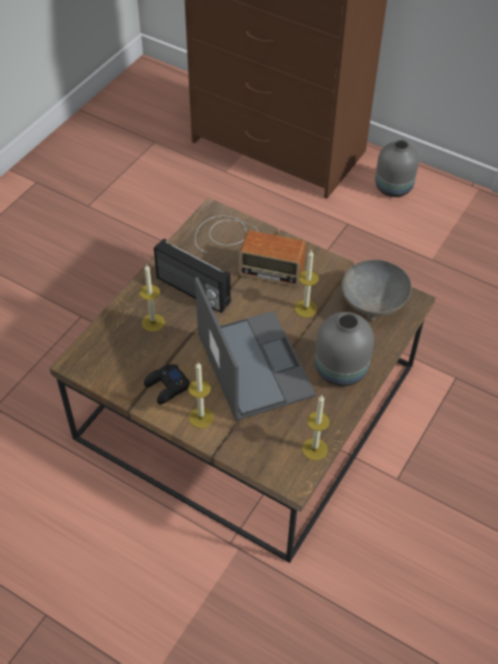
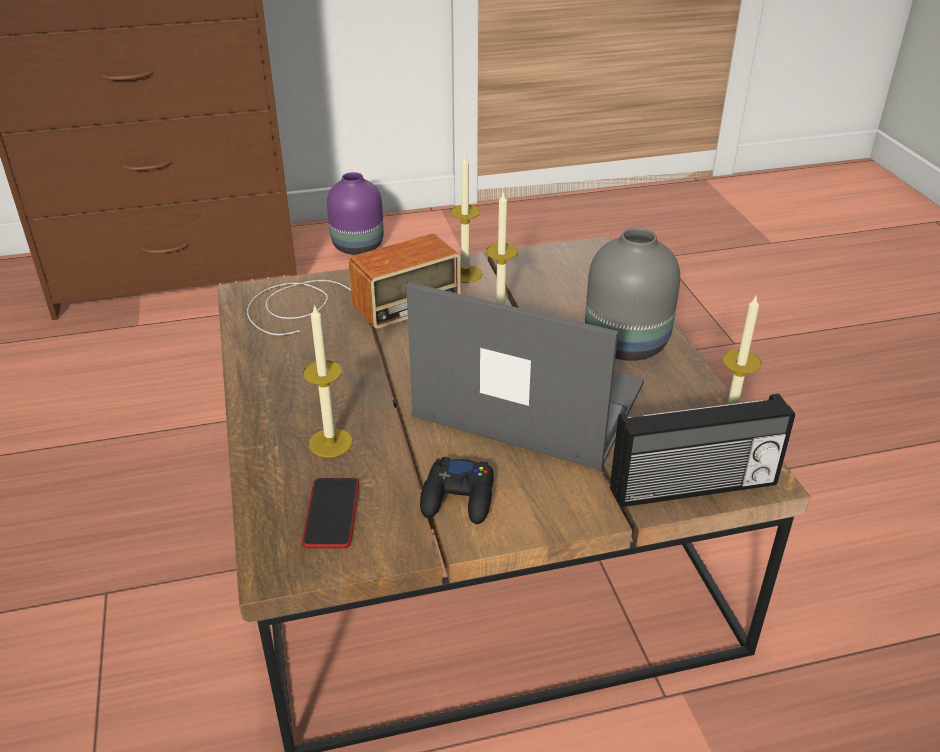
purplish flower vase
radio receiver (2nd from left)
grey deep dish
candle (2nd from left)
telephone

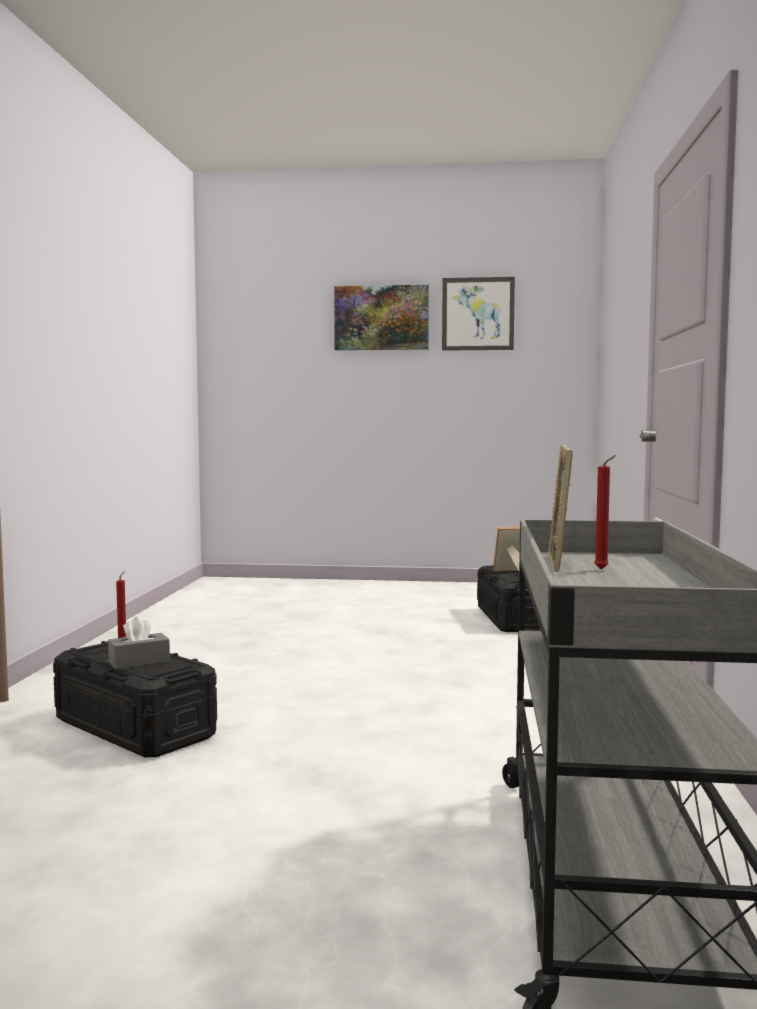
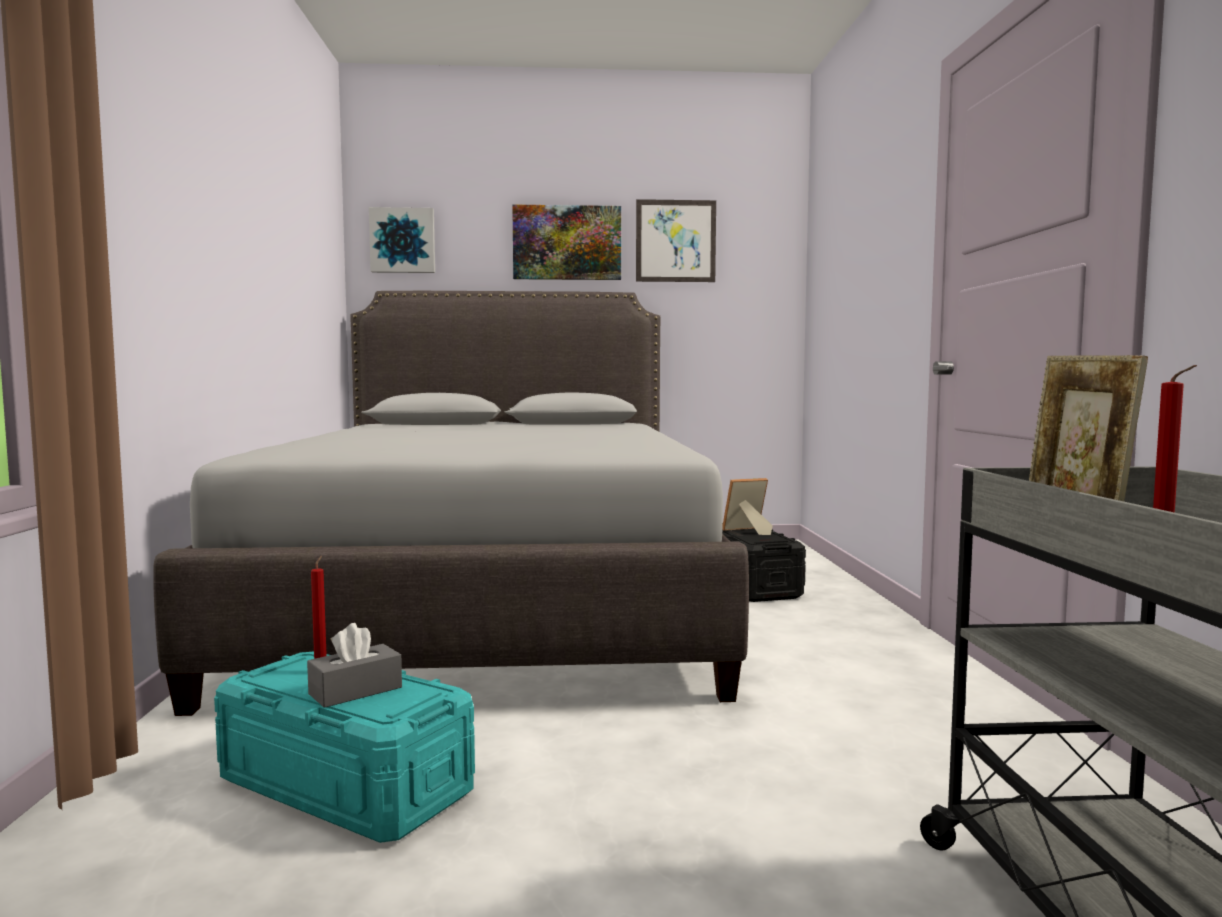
blue-green storage box
picture (1st from left)
grey sleeping bed

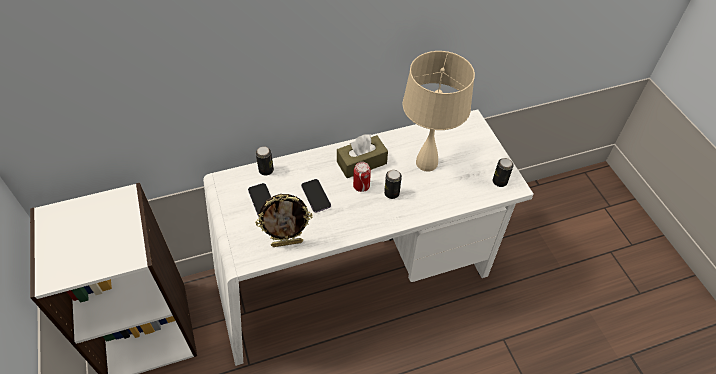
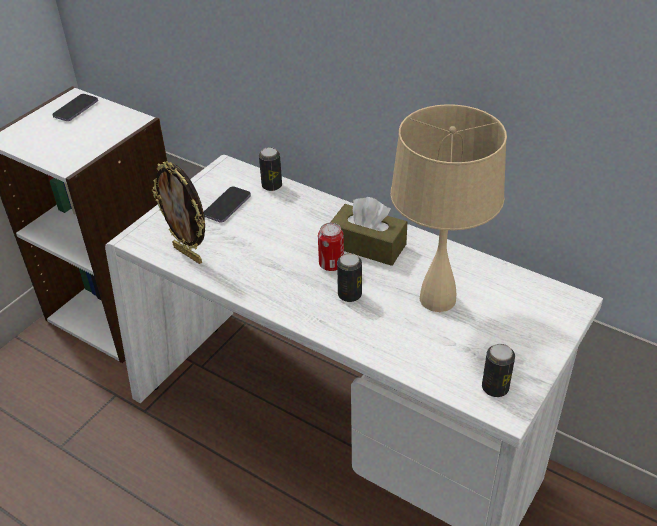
telephone (1st from left)

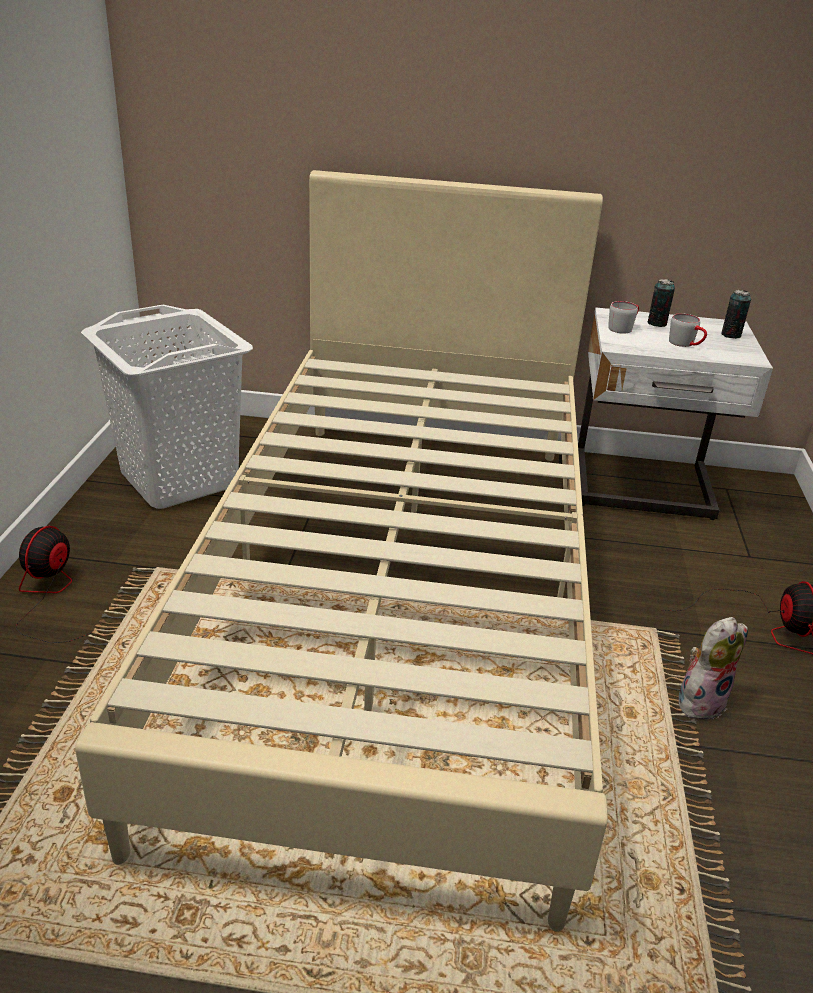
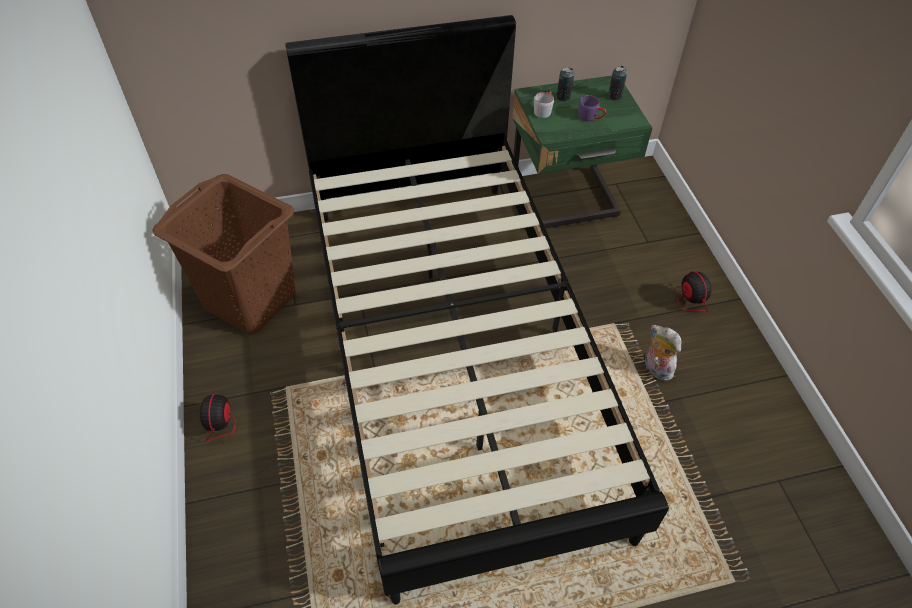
blackish sleeping bed
brown hamper
greenish bedside table
purplish tea mug
plush toy

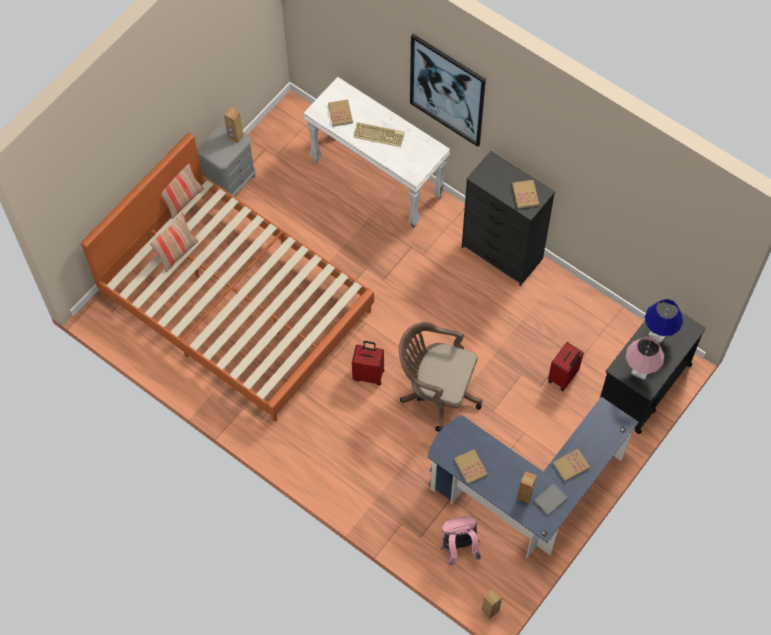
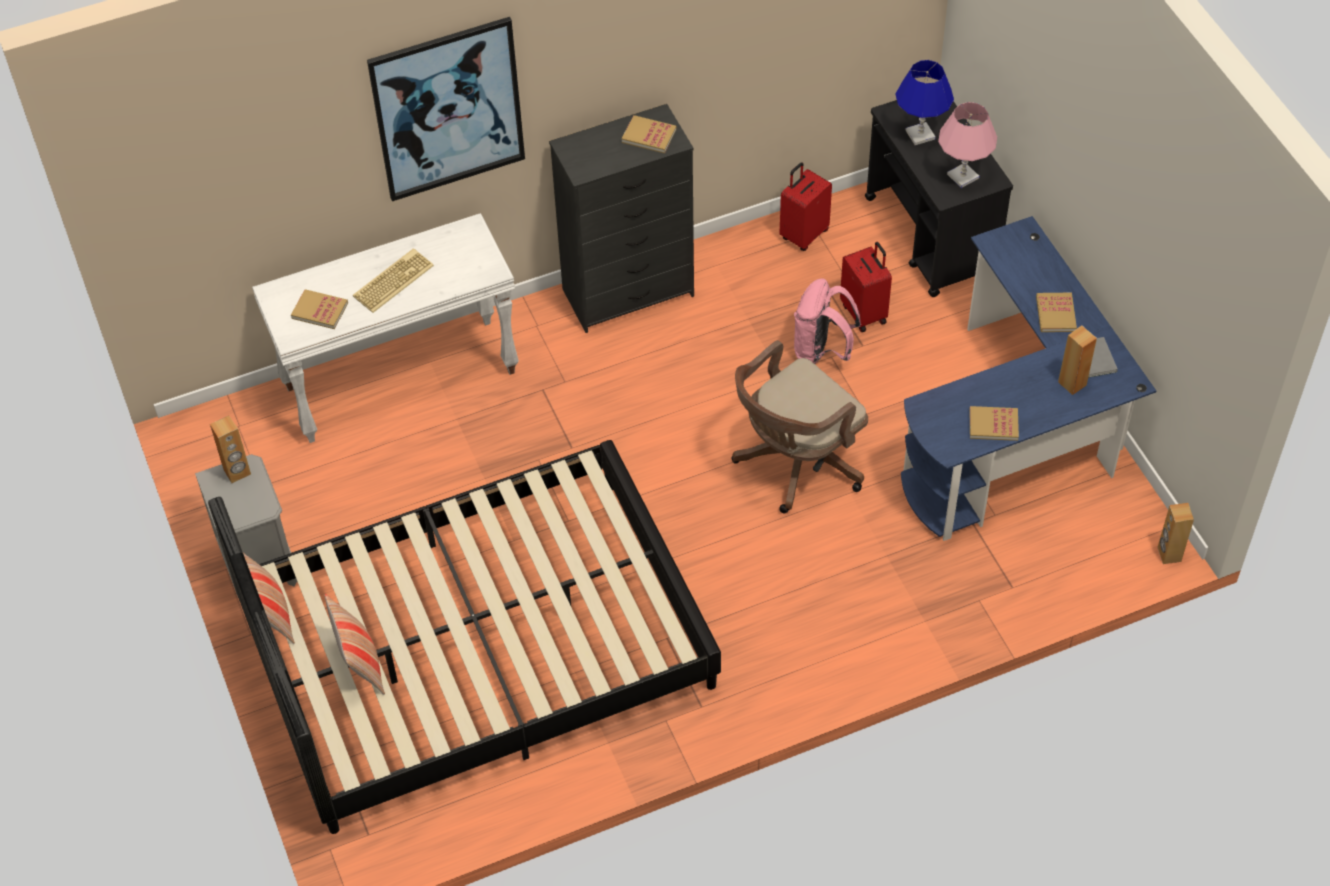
blackish sleeping bed
red travel case (1st from left)
pink knapsack

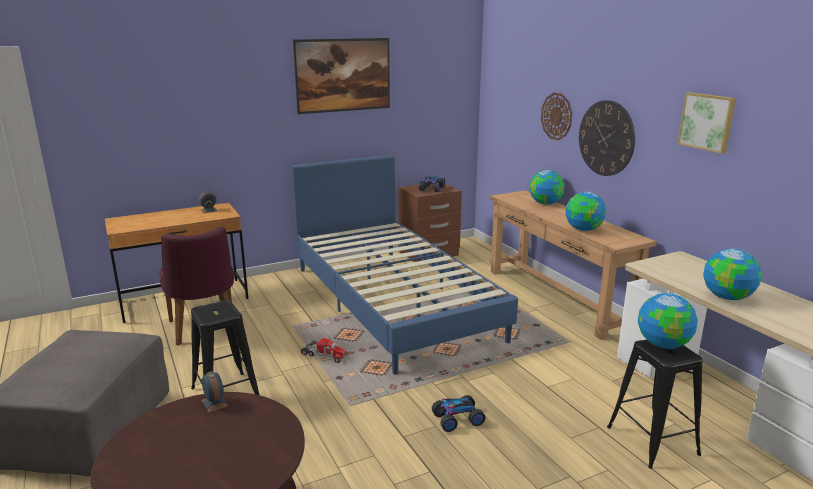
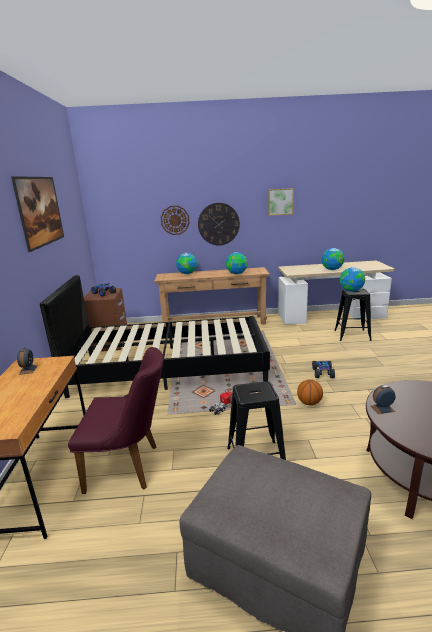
blackish sleeping bed
basketball

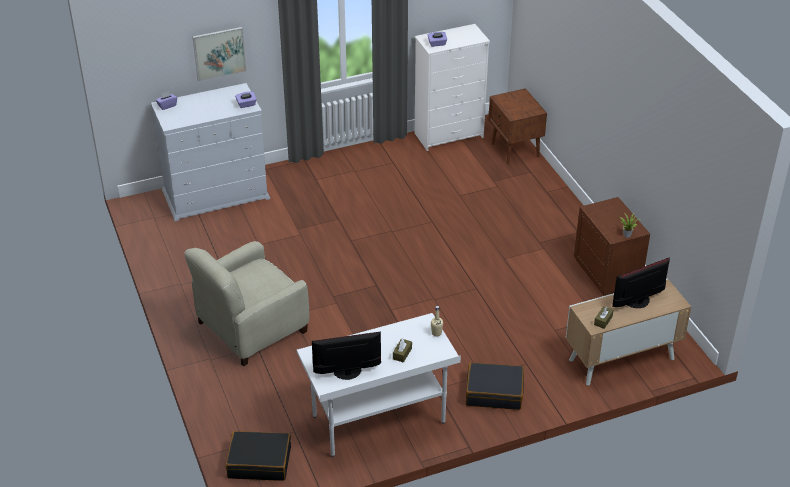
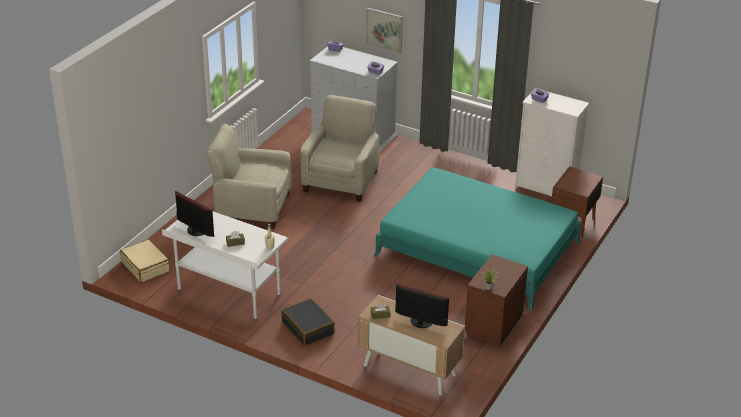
sand-coloured travel case
sand-coloured easy chair (2nd from left)
blue-green sleeping bed

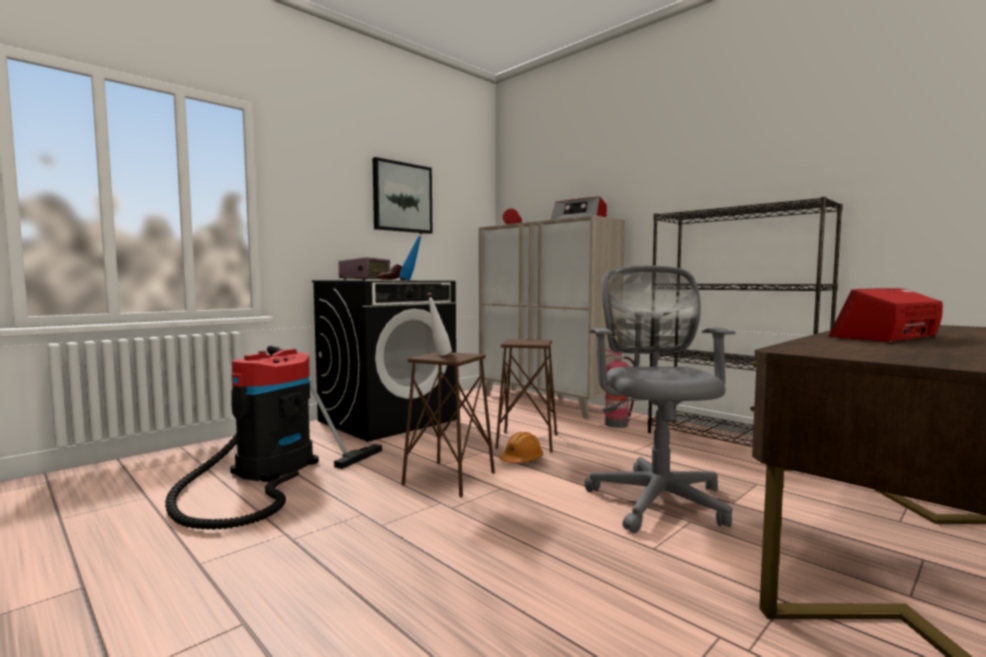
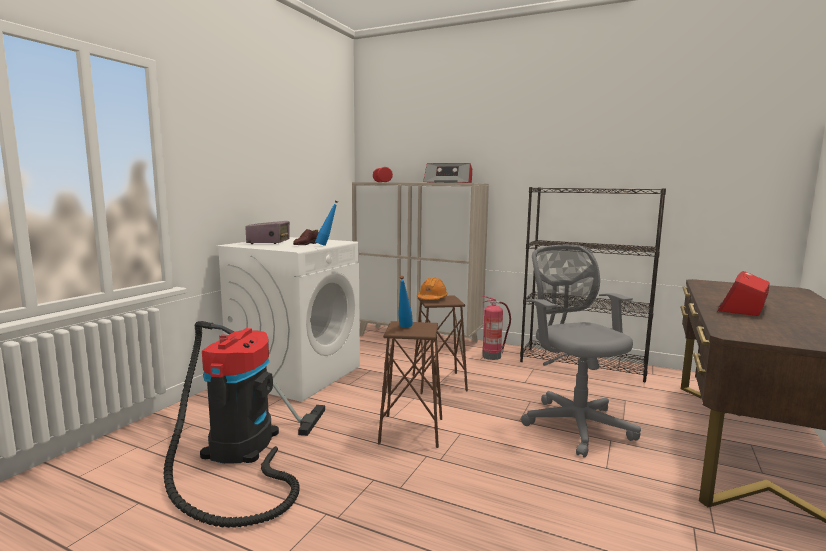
picture
whitish washing machine
bluish bottle (2nd from left)
orangey work helmet

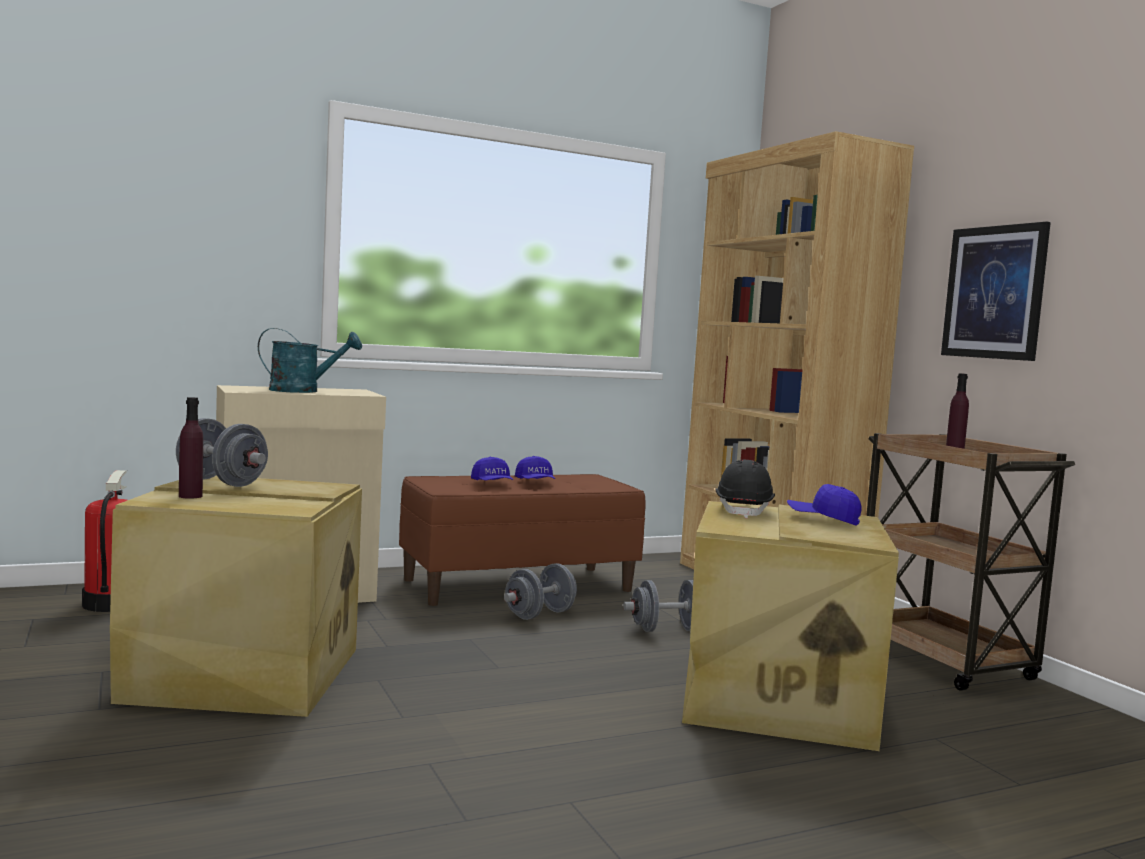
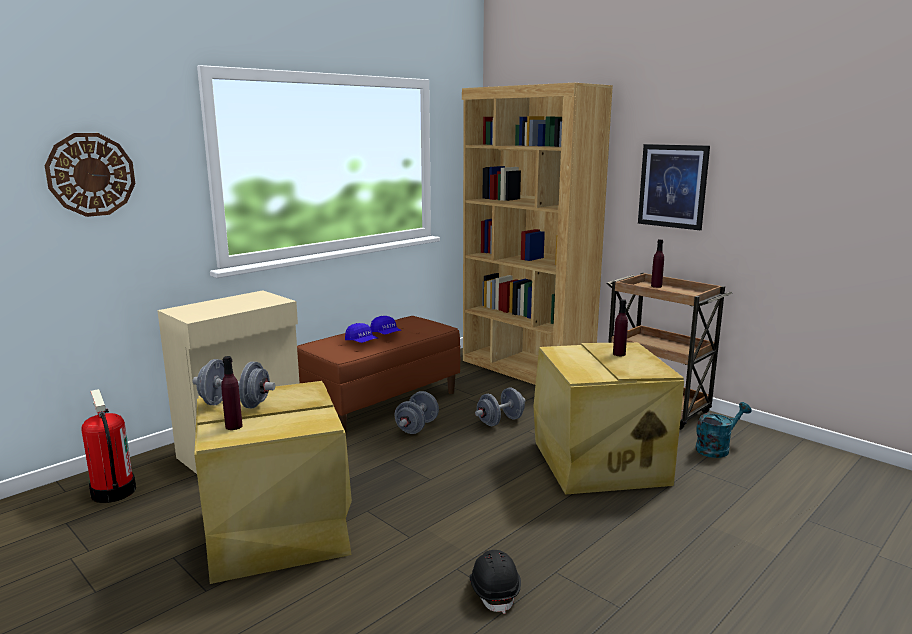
blue-green watering can
blackish work helmet
purplish bottle (2nd from left)
wall clock

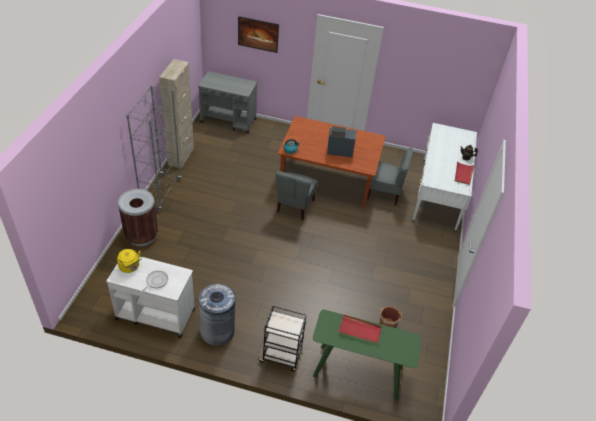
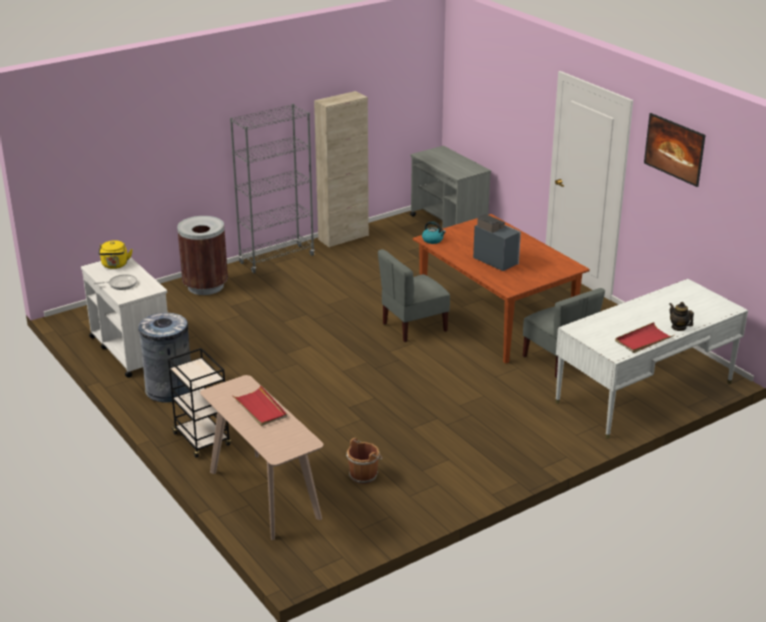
picture
sand-coloured console table

